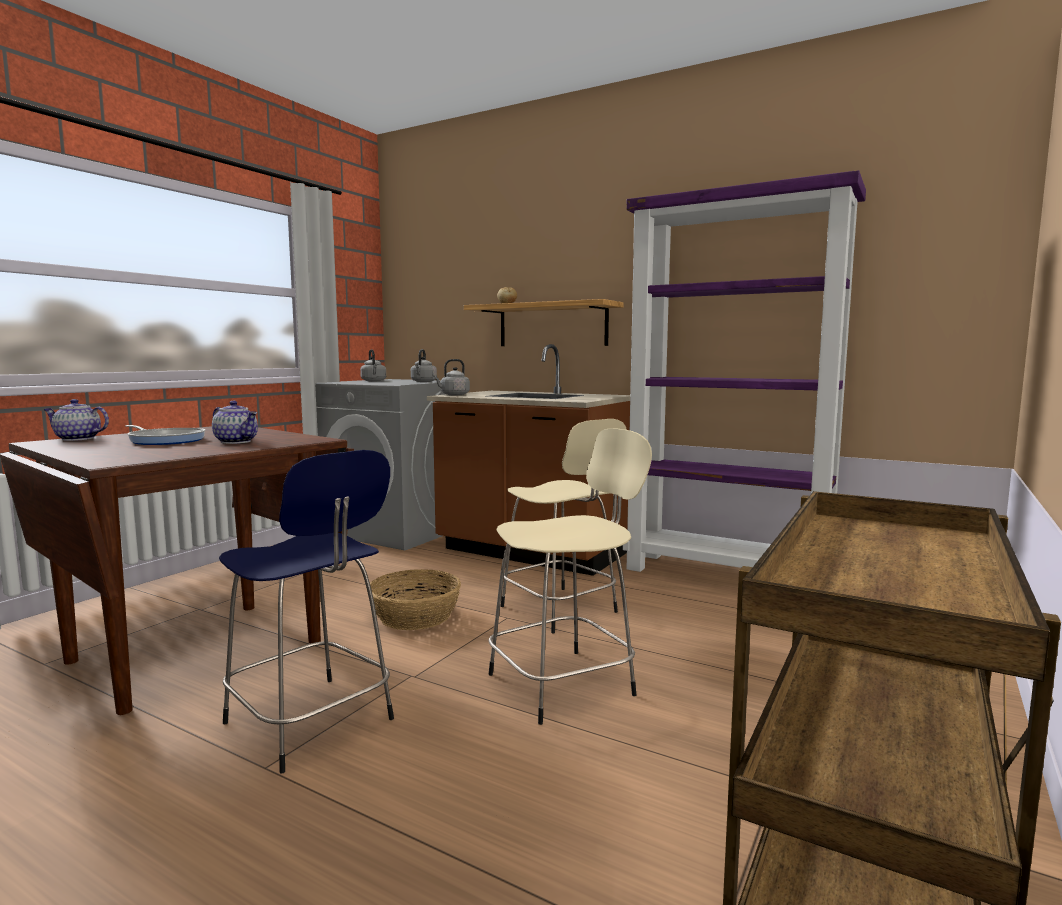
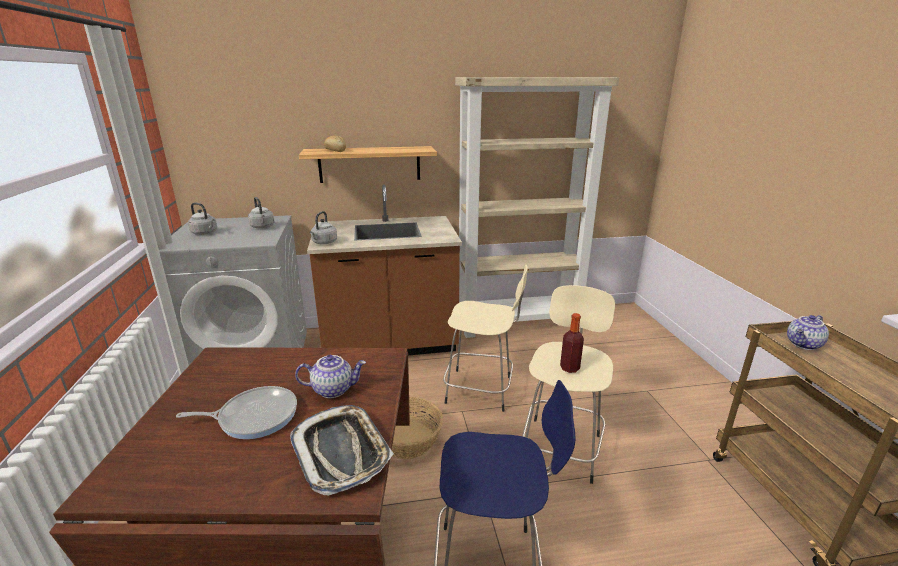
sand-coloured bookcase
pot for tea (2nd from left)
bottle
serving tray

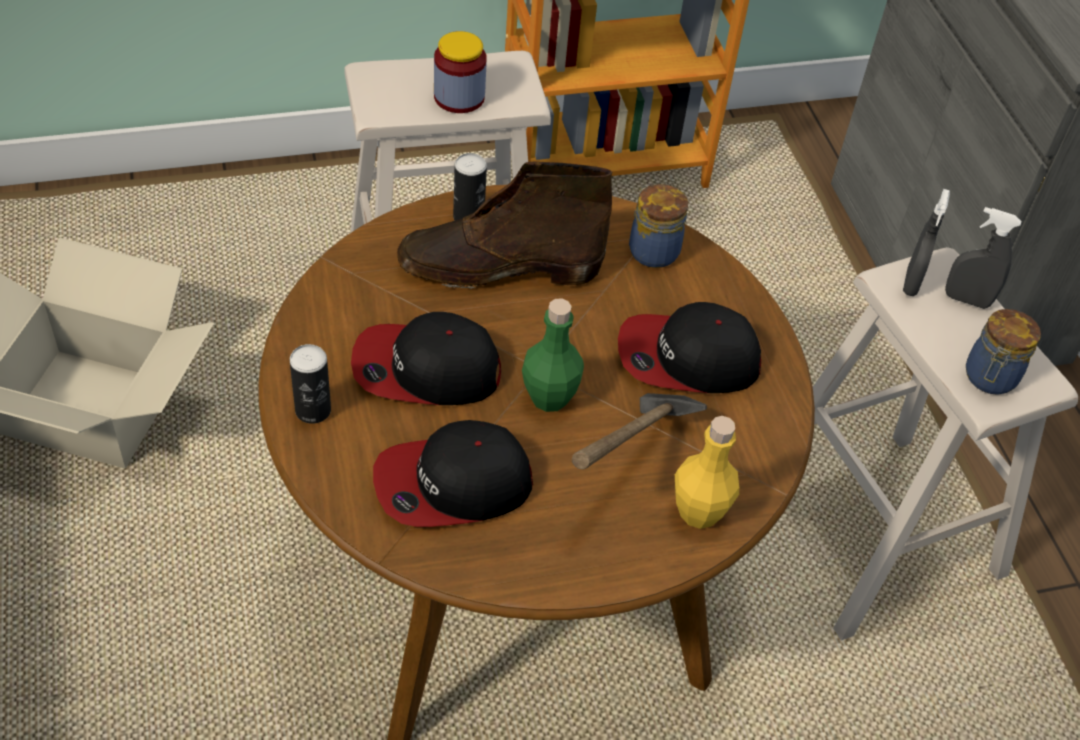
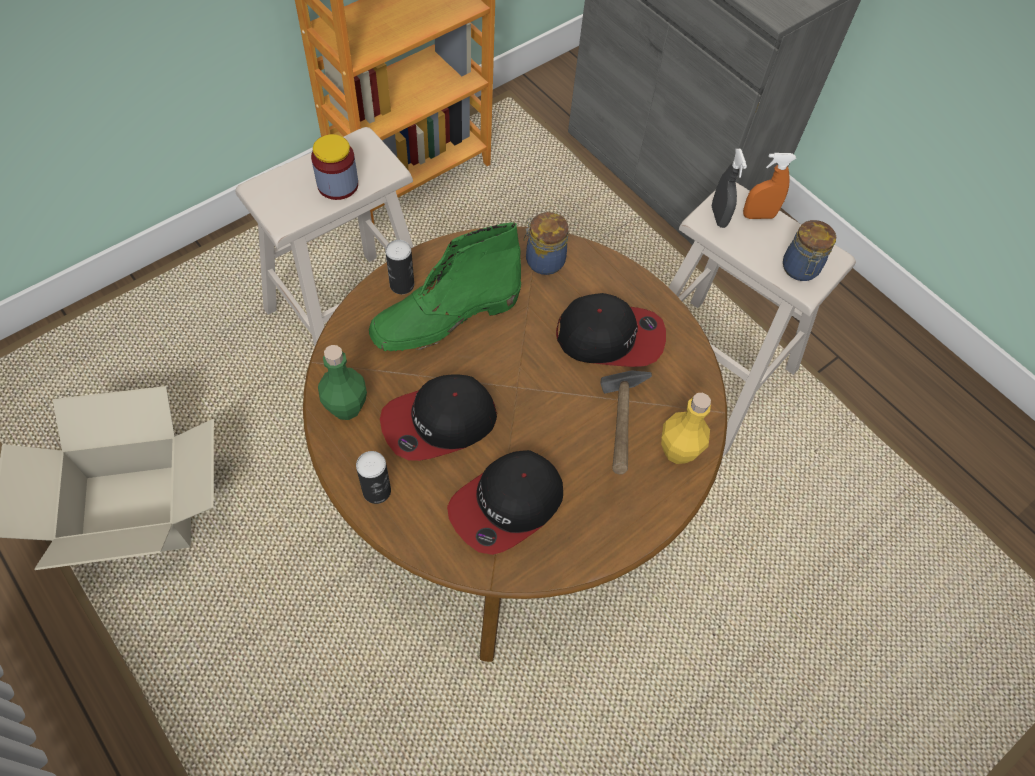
greenish tall boot
orangey sprayer
greenish bottle
peaked cap (3rd from left)

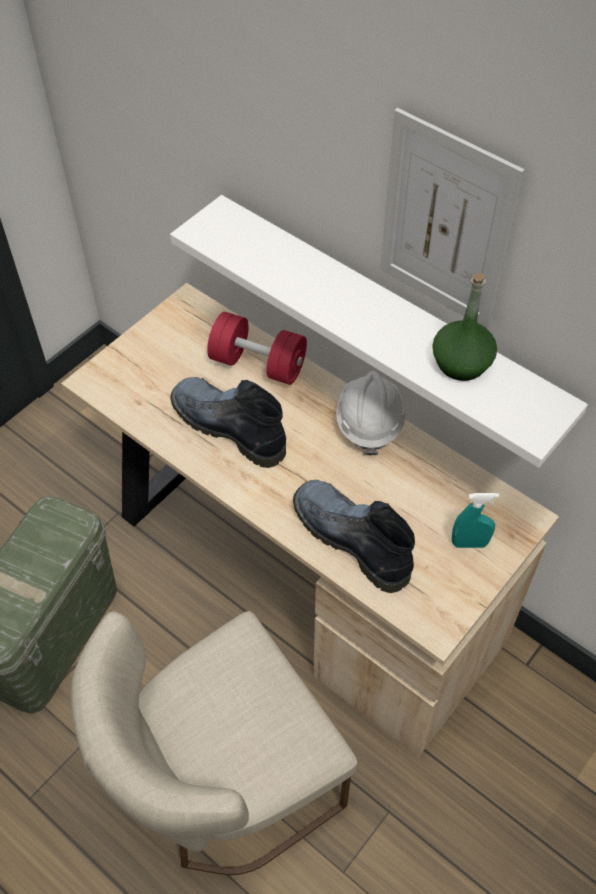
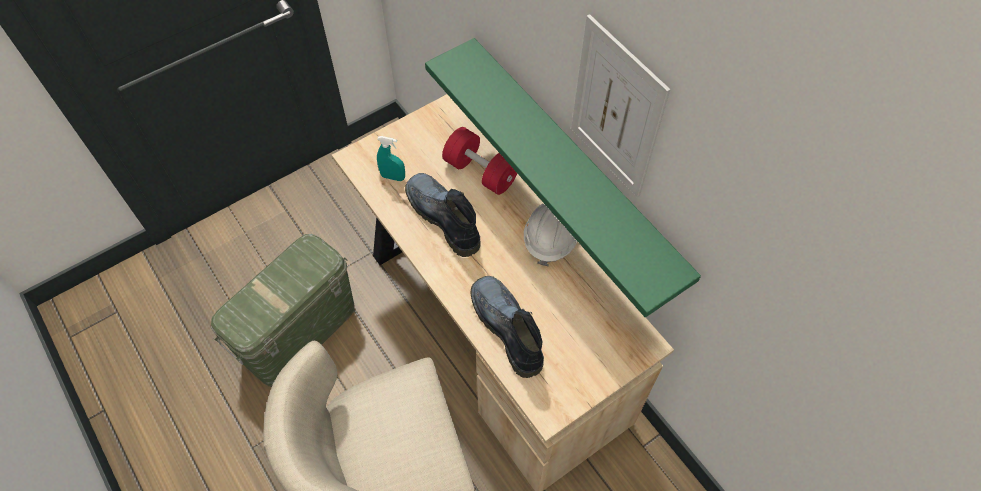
greenish wall shelf
greenish bottle
blue-green sprayer

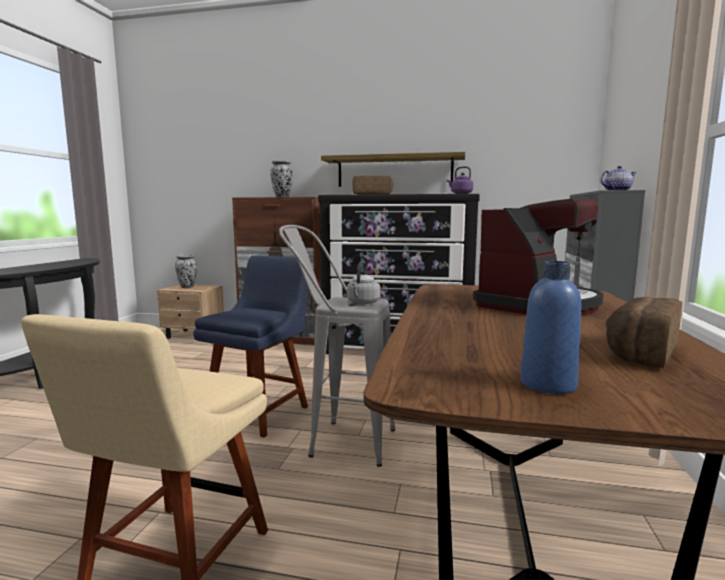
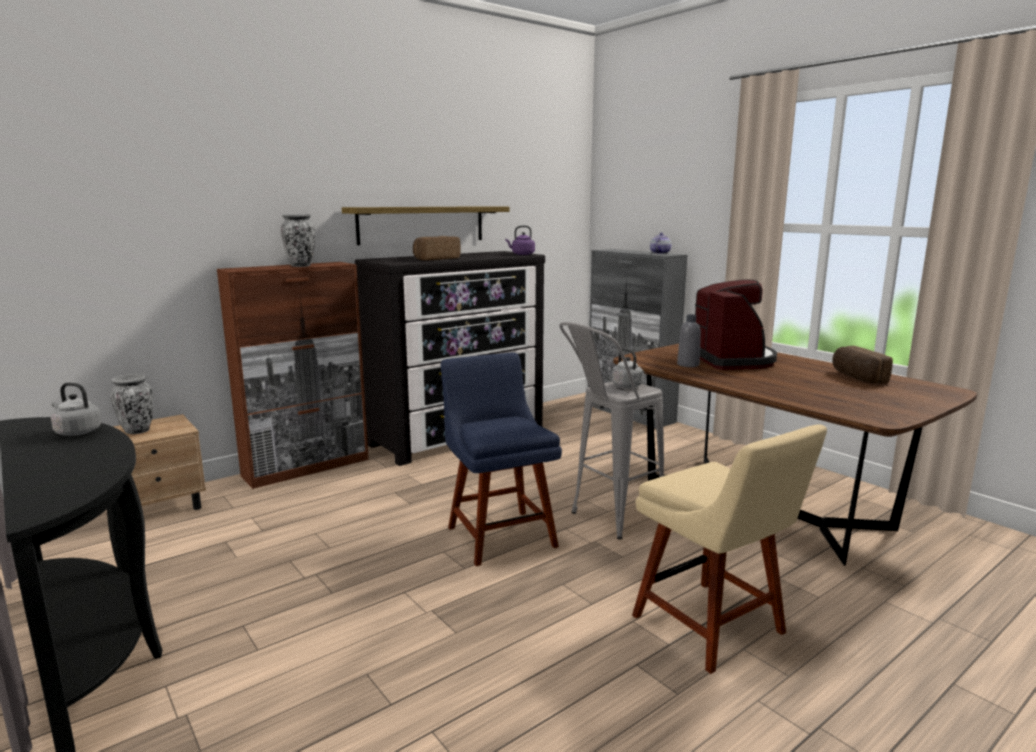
bluish bottle
grey bottle
grey water kettle (1st from left)

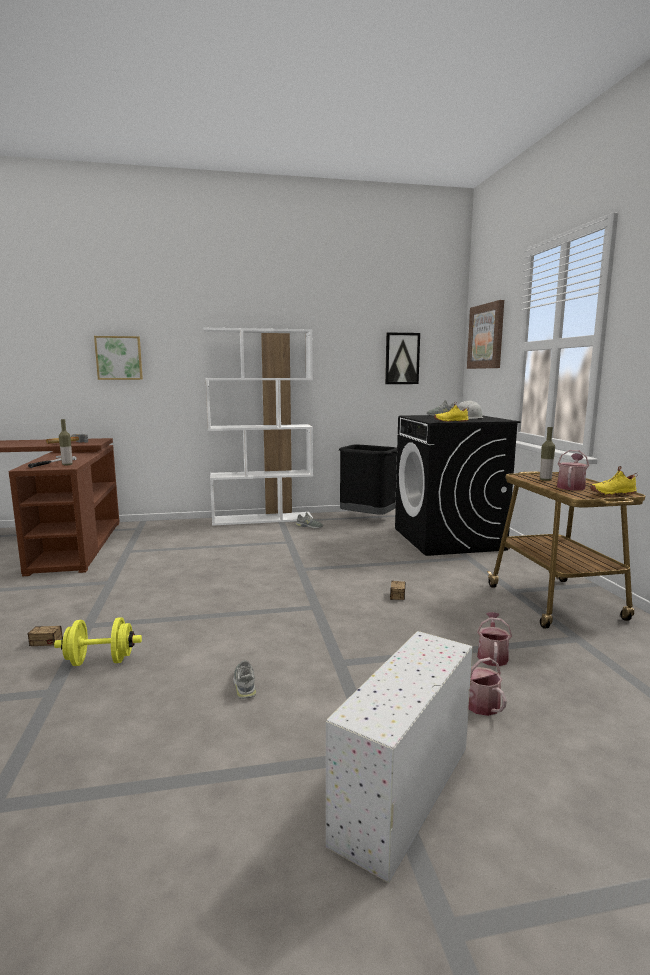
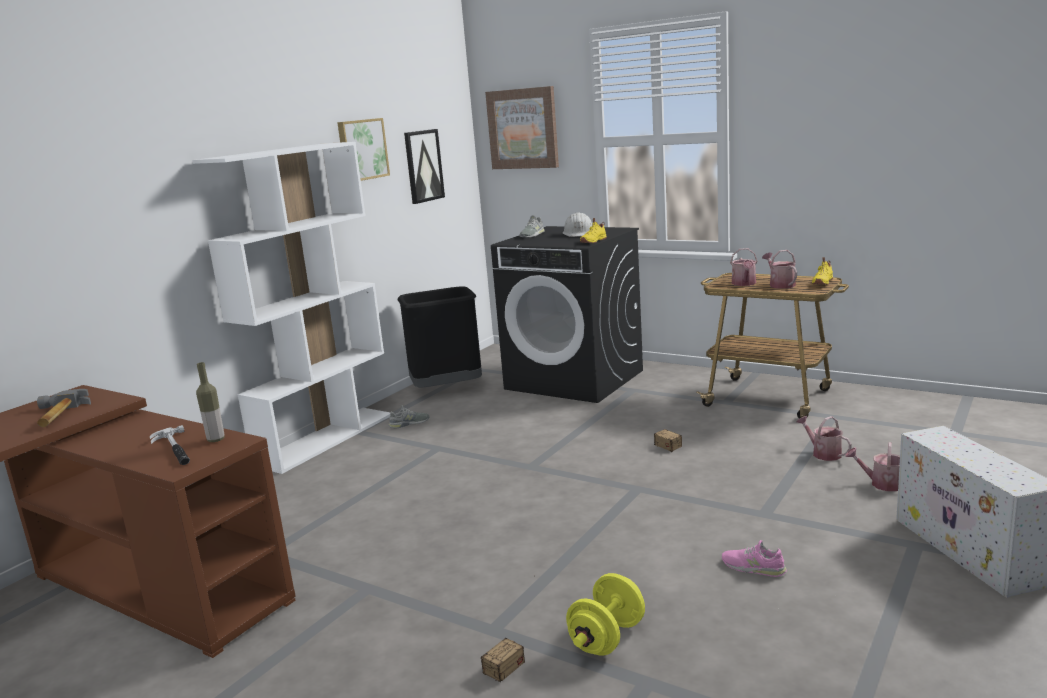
picture (1st from left)
watering can (1st from left)
pink item of footwear

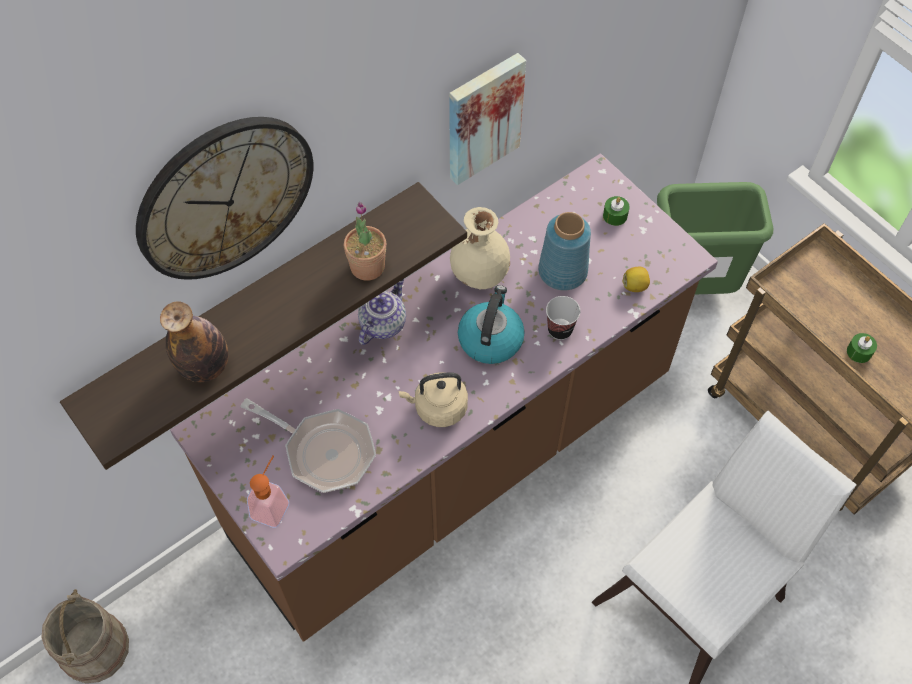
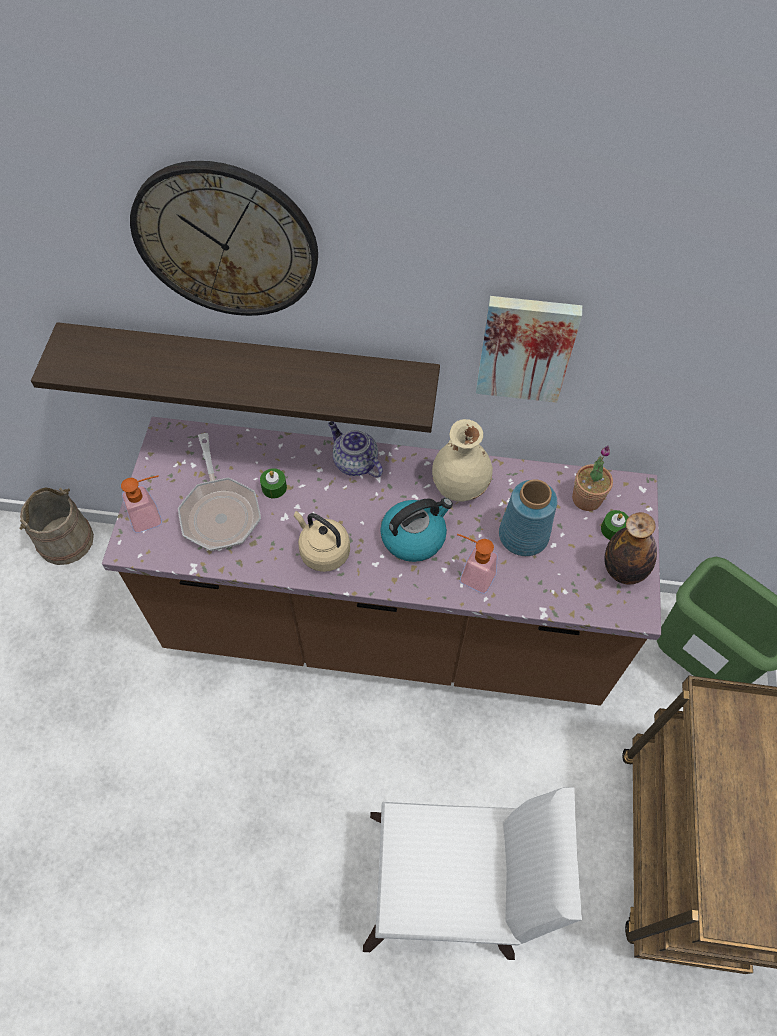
plant in a pot
citrus fruit
pot for tea
liquid soap bottle (2nd from left)
bottle
greenish candle (1st from left)

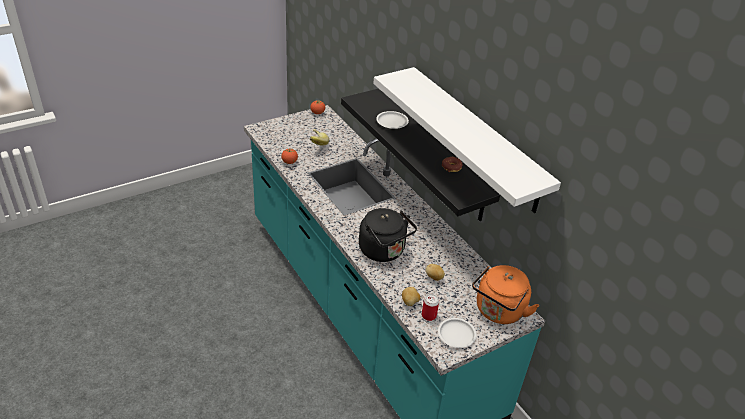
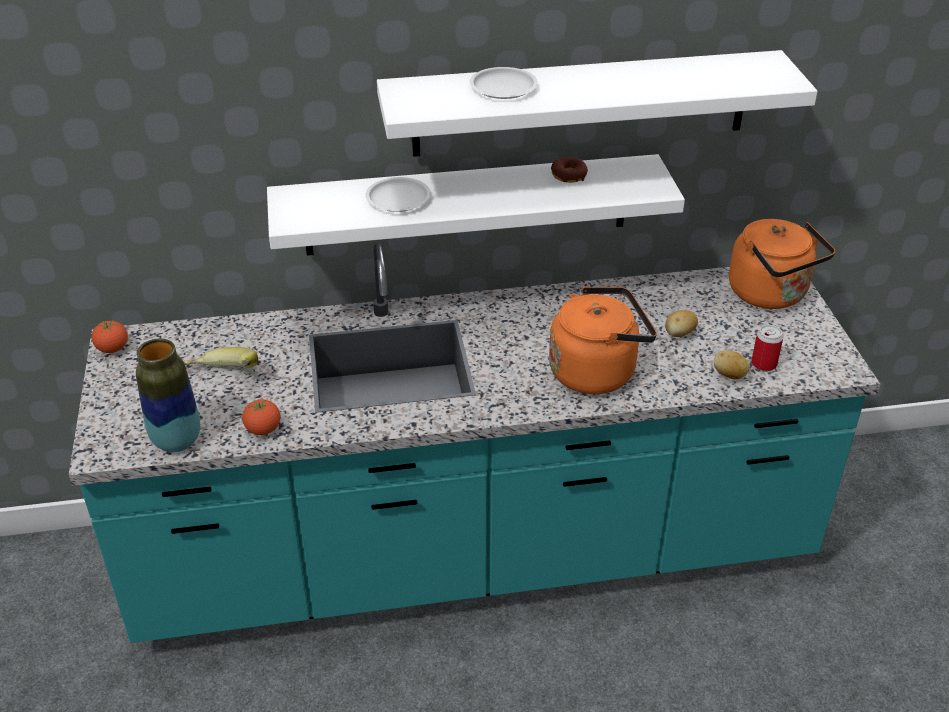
whitish wall shelf (1st from left)
orangey water kettle (1st from left)
whitish flat dish (2nd from left)
flower vase

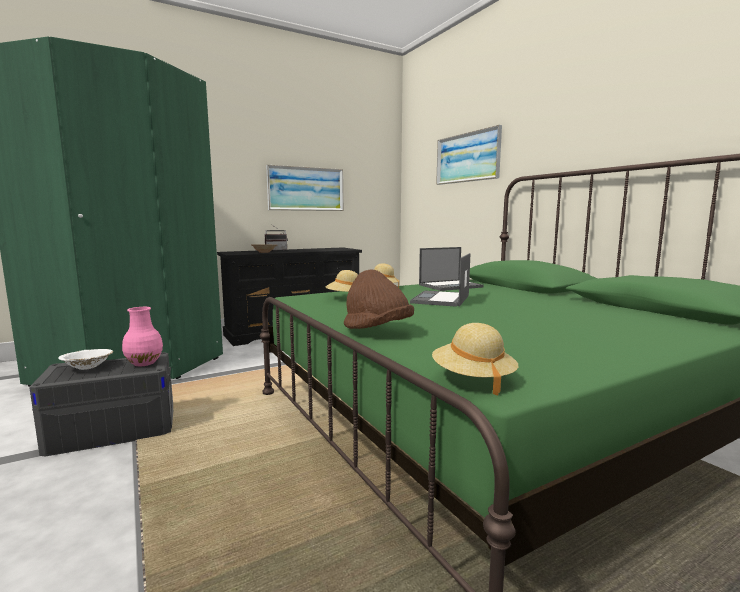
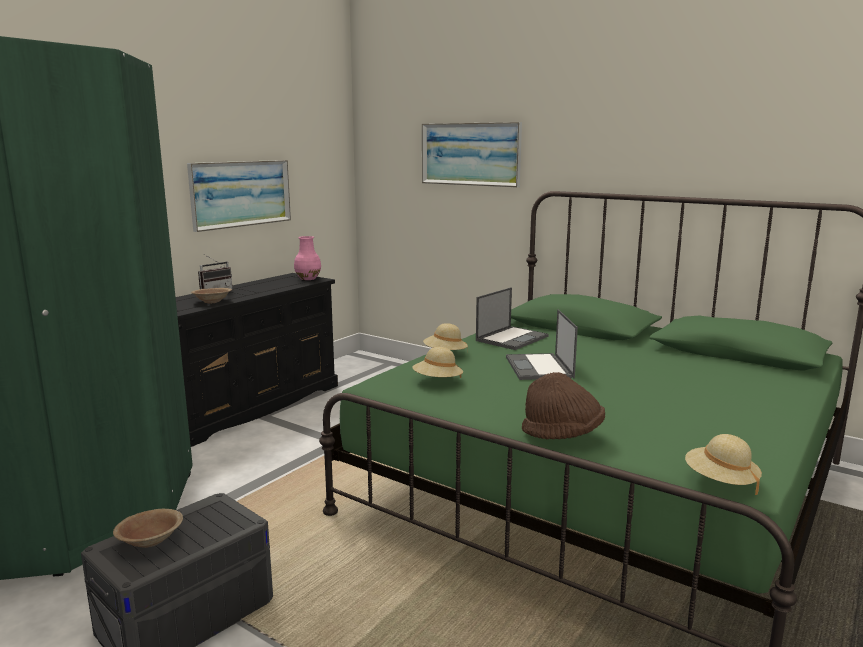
pink flower vase
brown deep dish (1st from left)

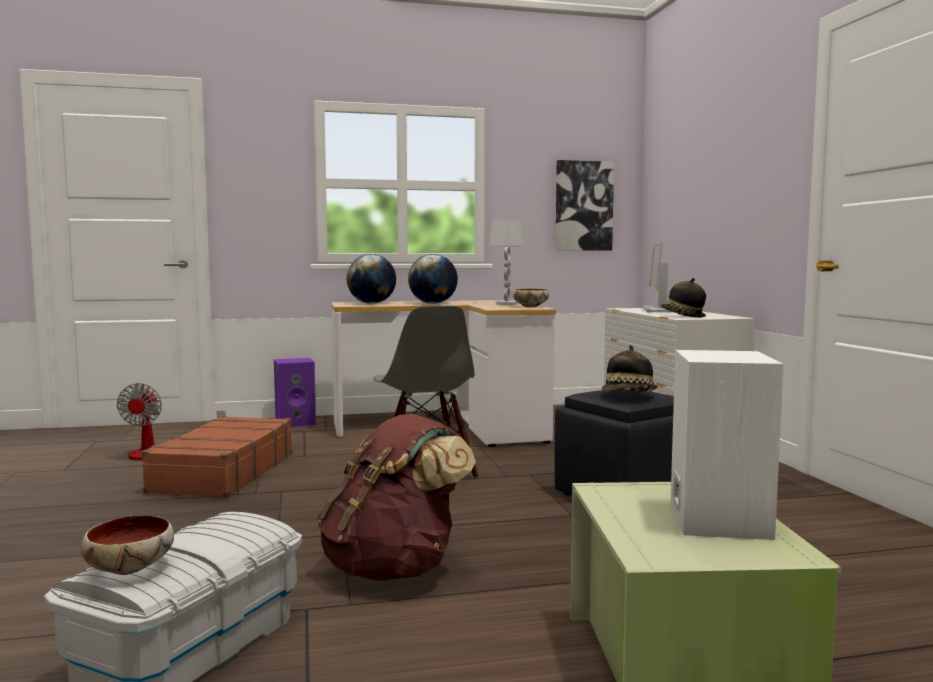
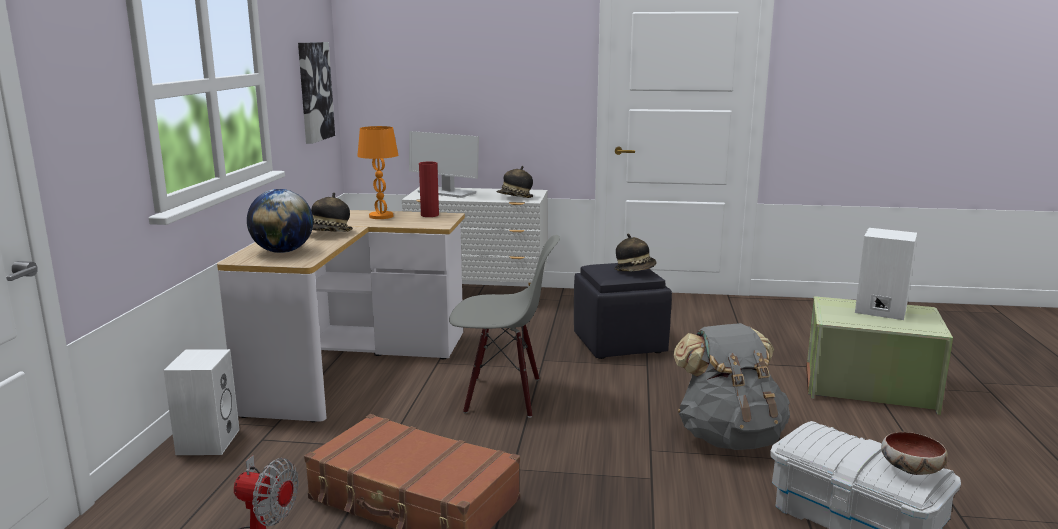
orangey lamp for a table
clothing hat (1st from left)
red flower vase
whitish loudspeaker (1st from left)
grey knapsack

